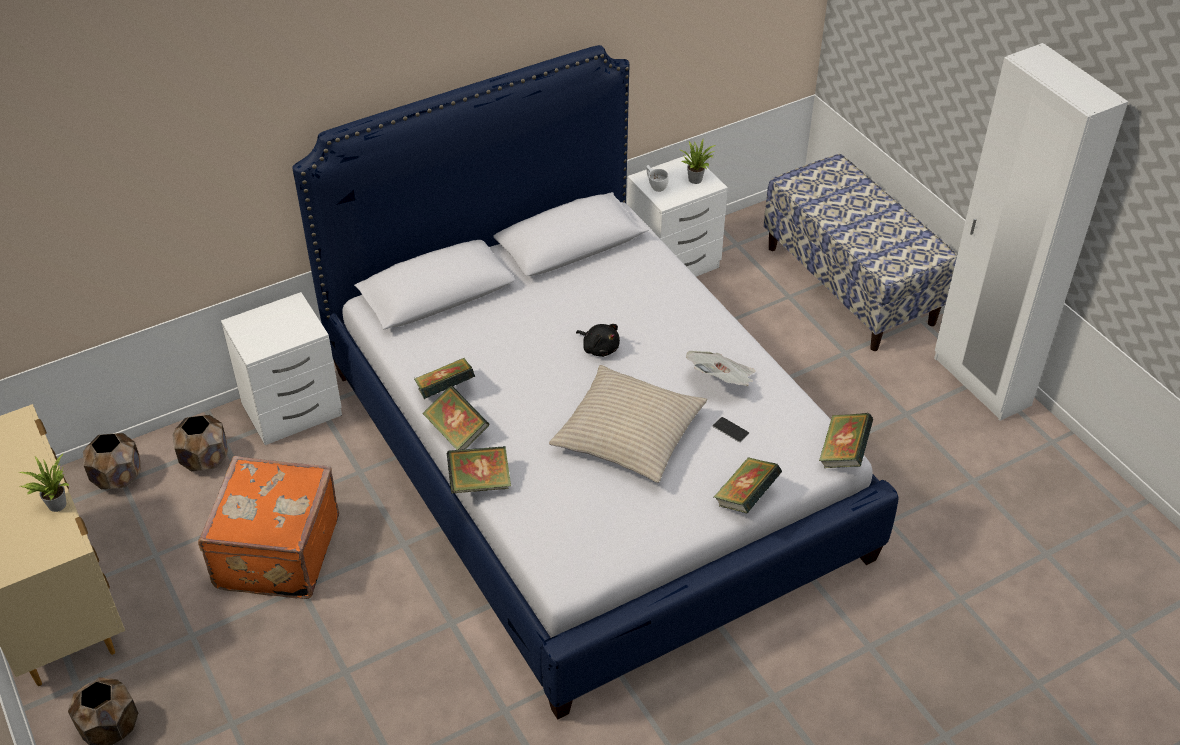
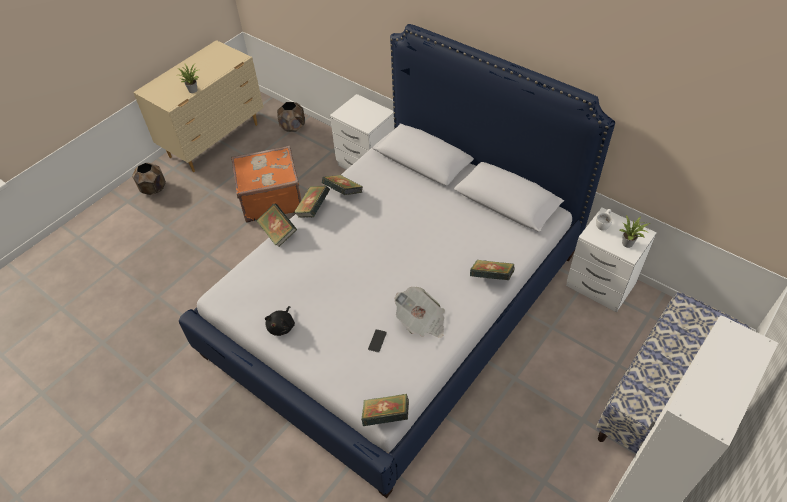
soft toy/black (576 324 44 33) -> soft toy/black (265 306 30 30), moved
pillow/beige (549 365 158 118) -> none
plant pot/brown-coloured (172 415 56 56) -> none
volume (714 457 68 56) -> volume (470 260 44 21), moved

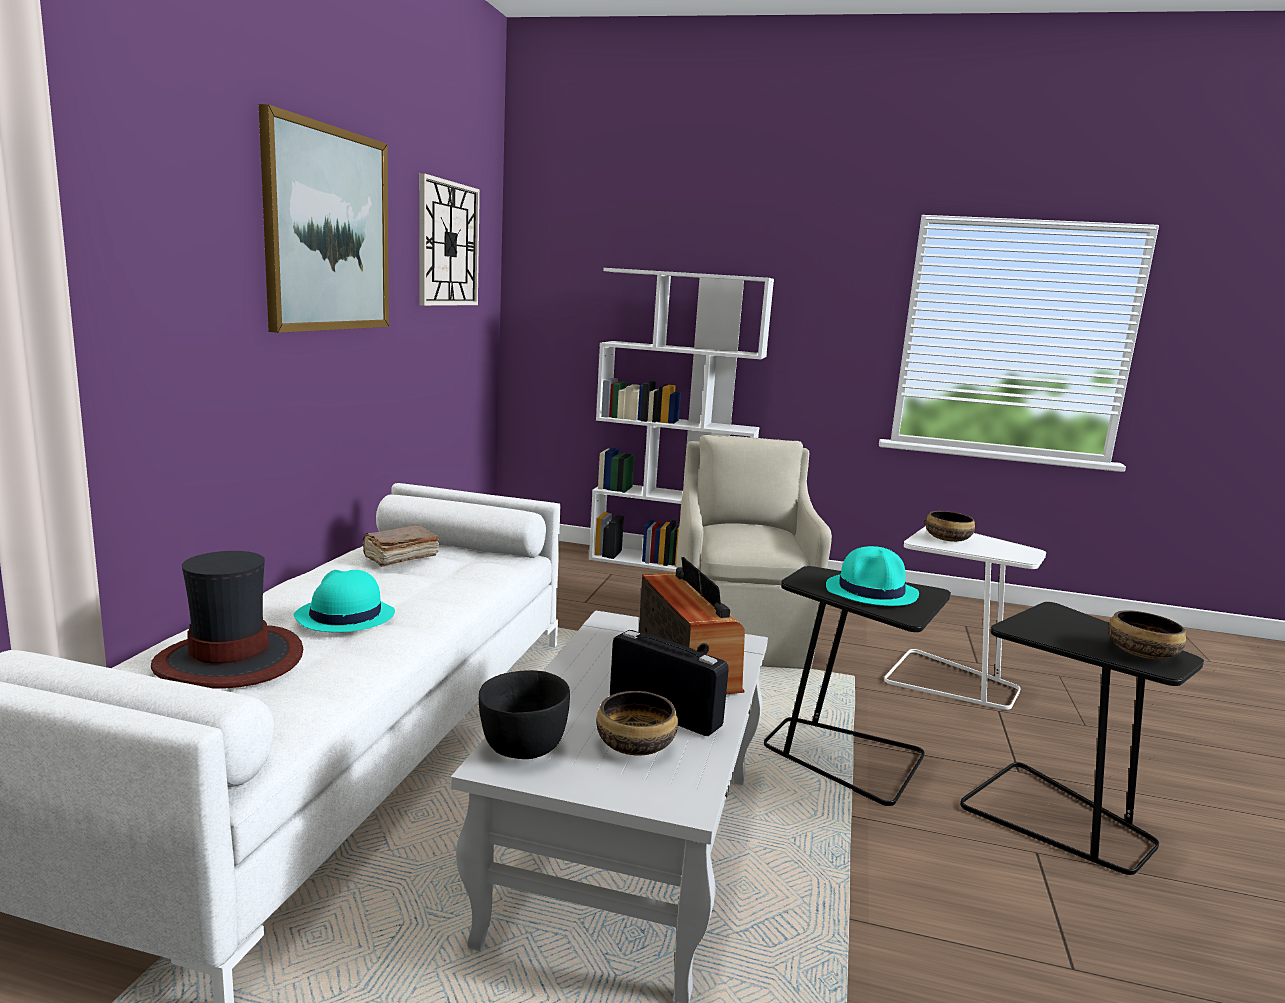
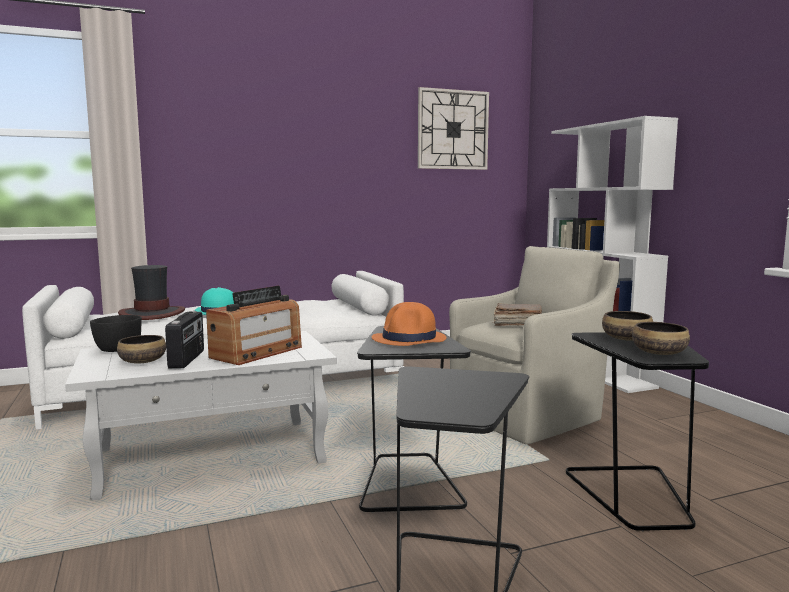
wall art (259 104 130 229) -> none
volume/brown-coloured (362 525 77 42) -> volume/brown-coloured (493 303 49 23), moved
end table/whitish (884 526 162 184) -> end table/black (566 332 143 199)
hat/turquoise-coloured (826 546 93 60) -> hat/orangey (372 302 75 44)
serving bowl (1108 610 78 50) -> serving bowl (632 322 58 33), moved

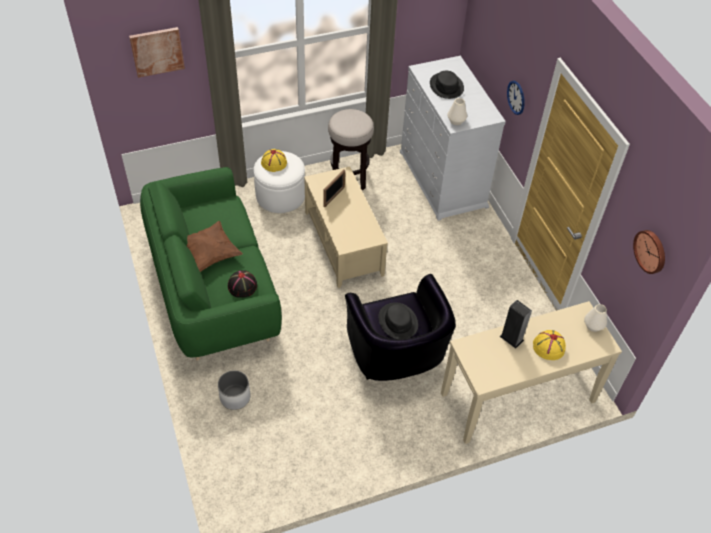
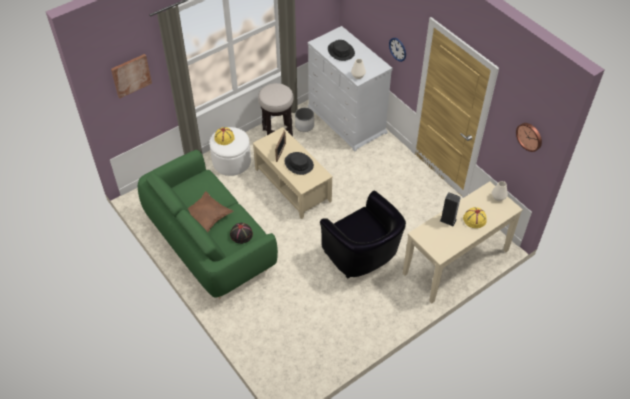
hat/black (378 302 40 37) -> hat/black (285 152 29 23), moved
plant pot/whitish (218 370 32 40) -> plant pot/whitish (295 108 19 24), moved

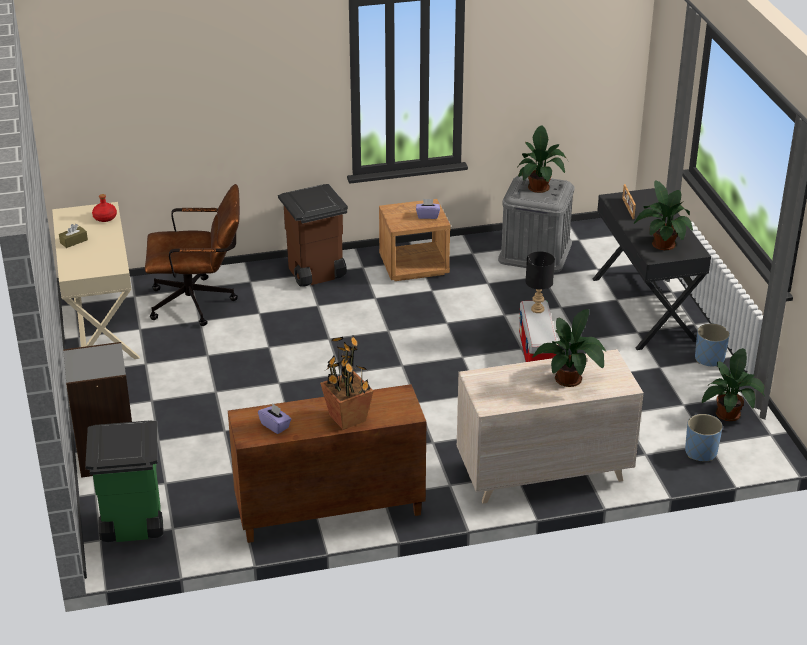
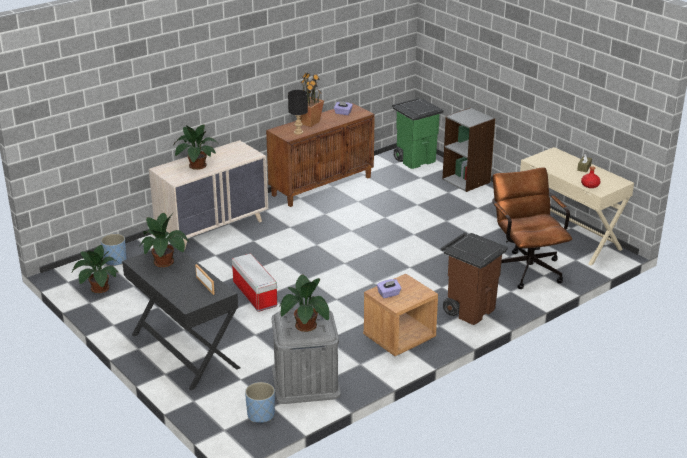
office chair/brown-coloured (145 184 95 142) -> office chair/brown-coloured (492 167 80 122), 105 degrees clockwise
tabletop lamp/black (526 251 29 62) -> tabletop lamp/black (288 90 20 45), moved
plant pot/bluish (695 323 35 44) -> plant pot/bluish (245 382 30 41), moved

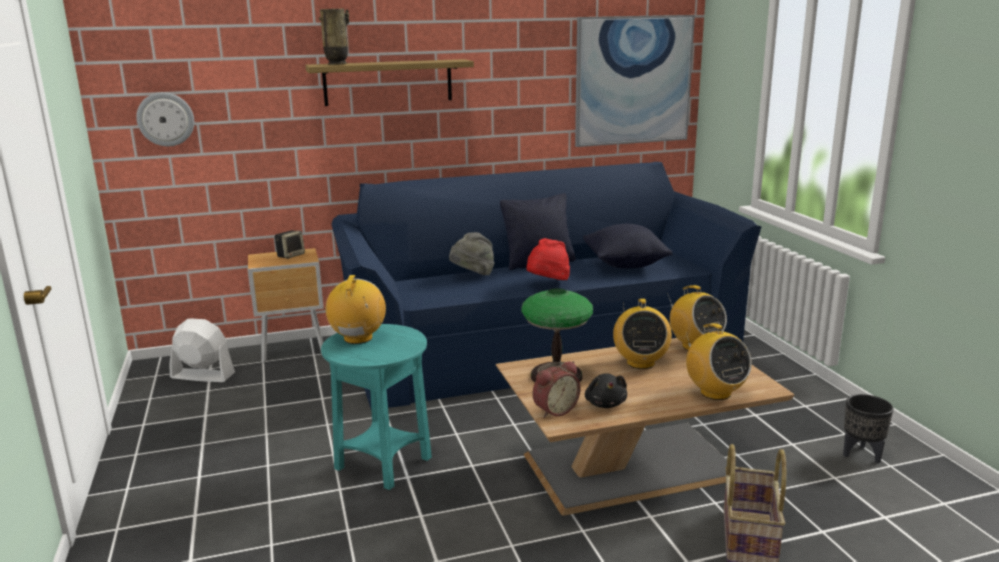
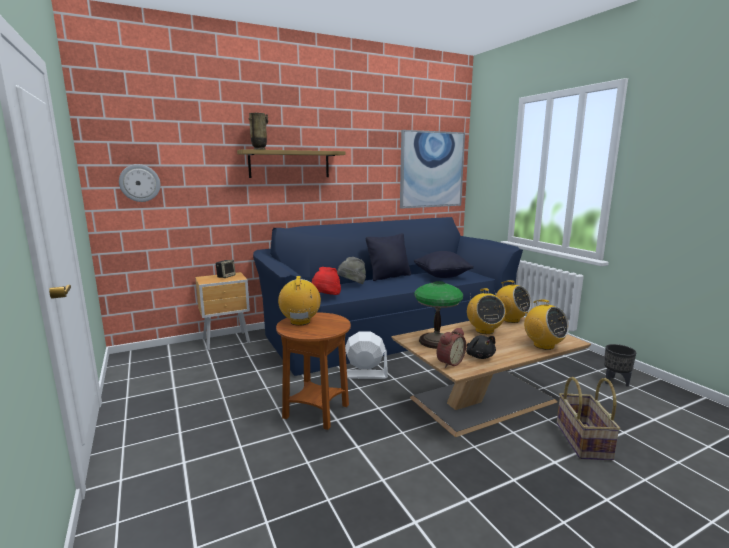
hat/reddish (527 238 43 42) -> hat/reddish (312 267 29 28), moved
cooling fan/whitish (170 319 65 63) -> cooling fan/whitish (345 332 43 47), moved
end table/turquoise-coloured (321 324 111 166) -> end table/brown-coloured (276 312 75 118)

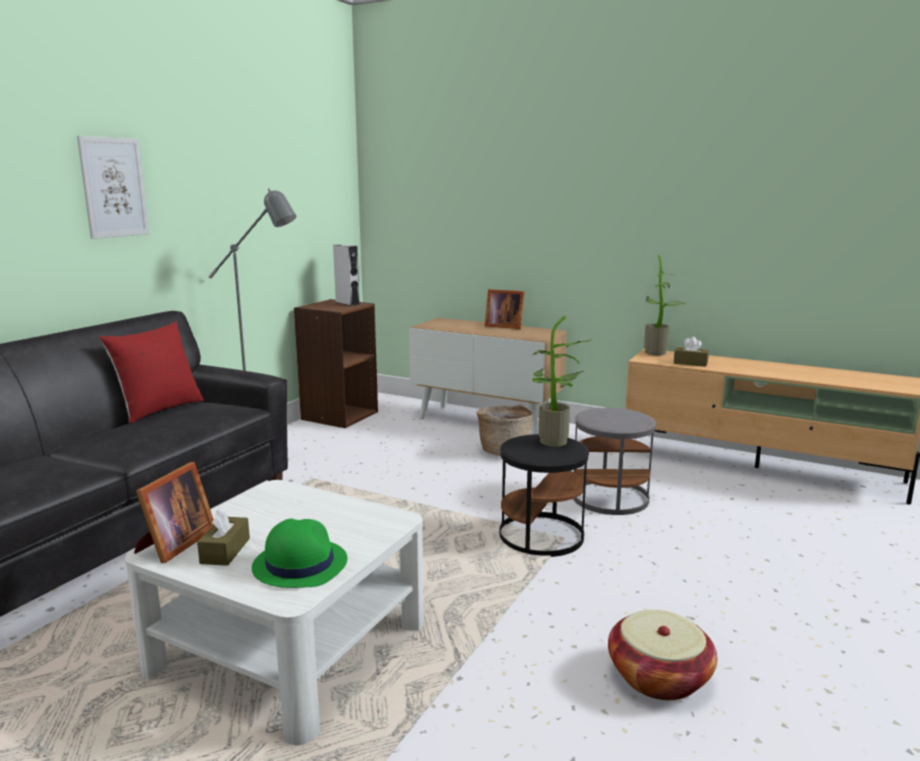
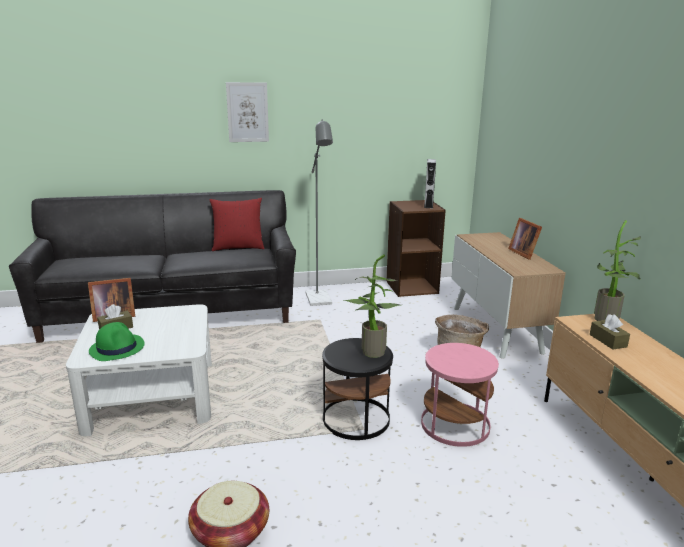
end table/gray (573 408 83 107) -> end table/pink (421 343 78 104)

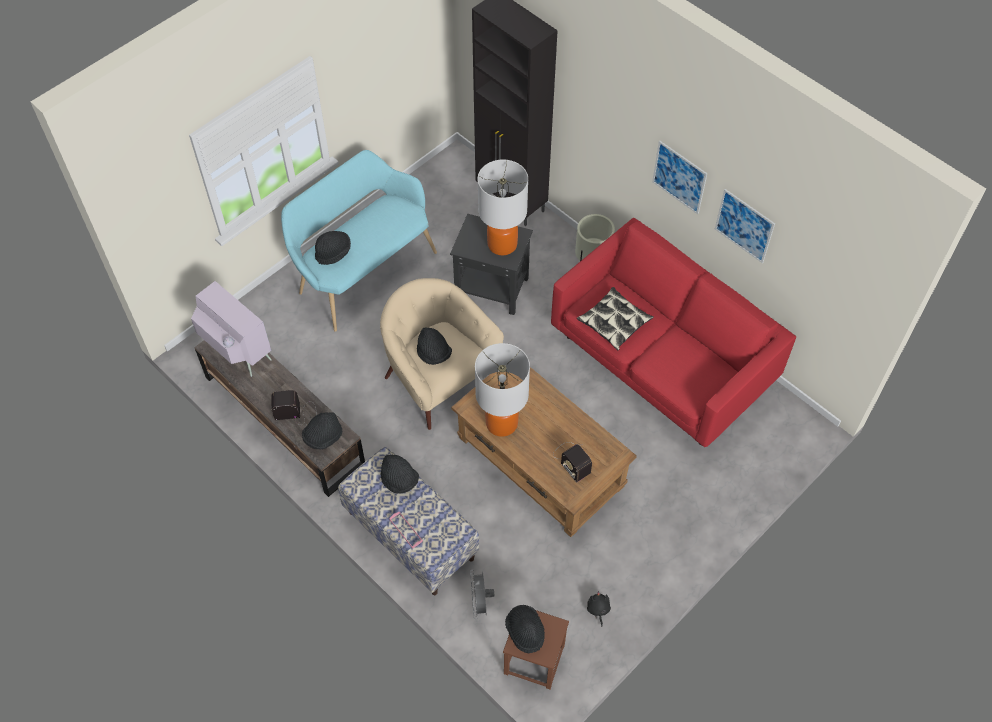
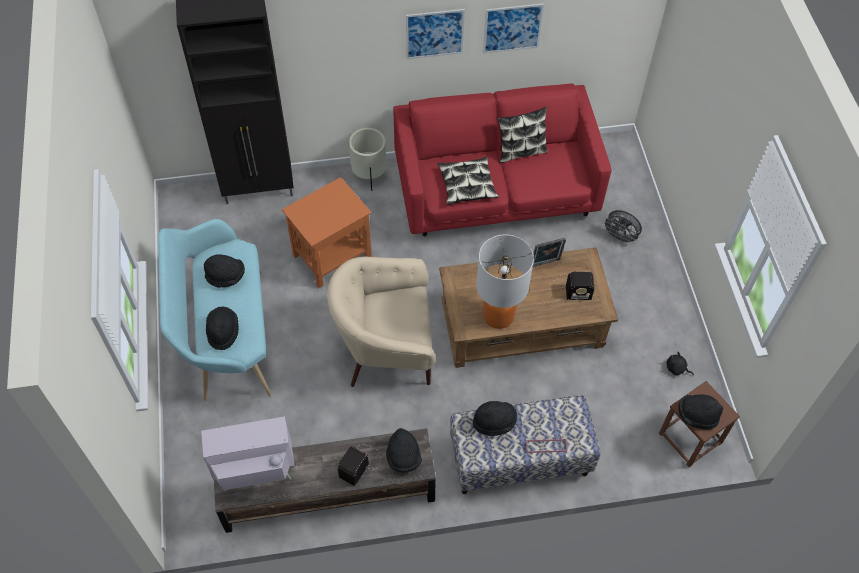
tabletop lamp (478 160 50 95) -> none
end table/black (450 214 83 101) -> end table/orangey (282 177 90 111)
hat/black (417 327 35 38) -> hat/black (204 254 41 34), moved
cooling fan/gray (470 570 24 49) -> cooling fan/gray (602 210 40 35), moved
none -> pillow (498 107 50 56)
none -> picture frame (533 238 33 29)

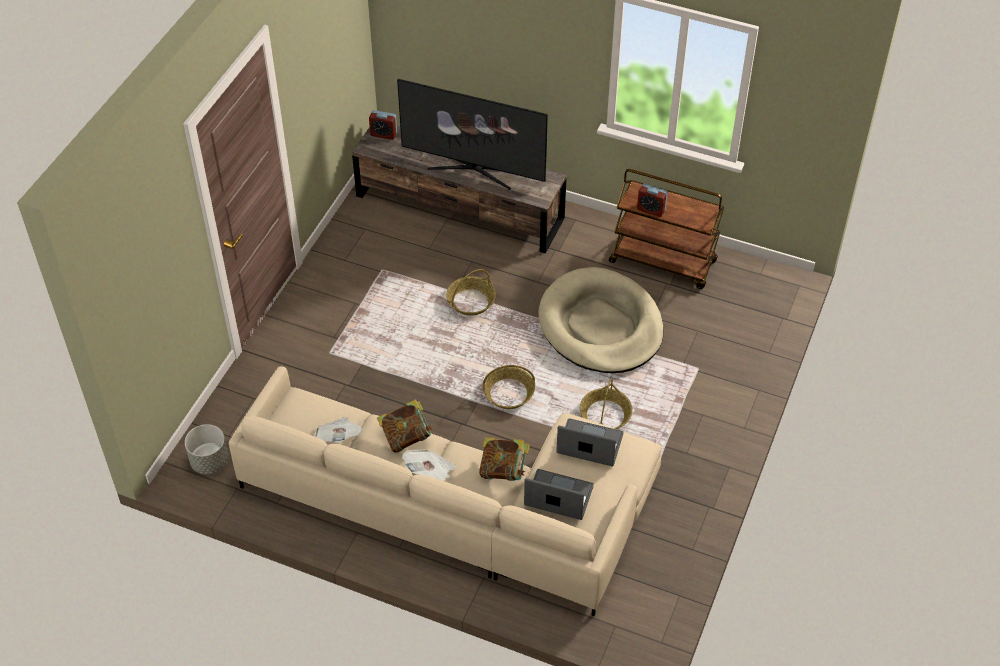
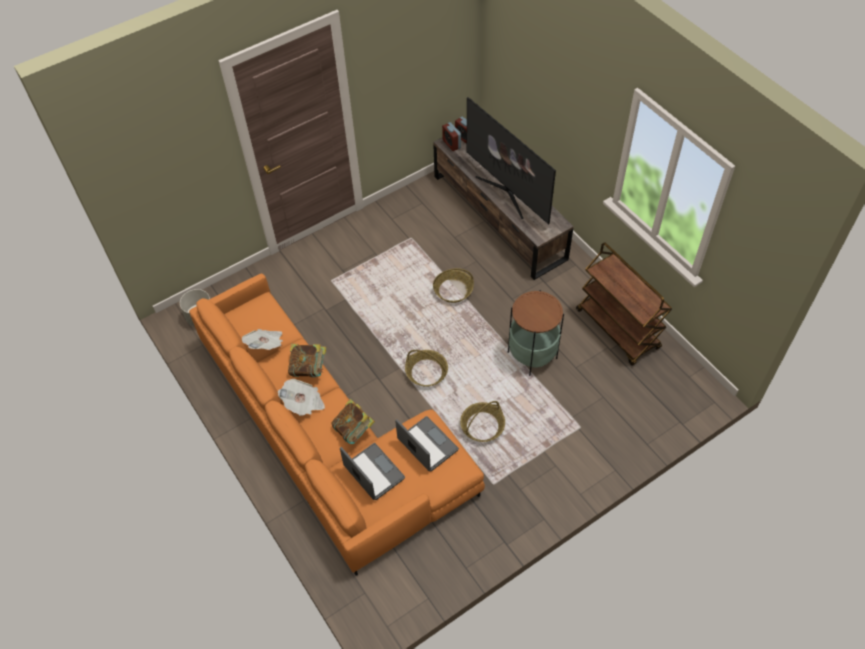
bedside clock (637 184 31 33) -> bedside clock (442 122 19 29), moved
pet bed/beige (538 267 126 106) -> end table (508 290 56 86)
sofa/beige (229 366 432 250) -> sofa/orangey (189 274 296 302)

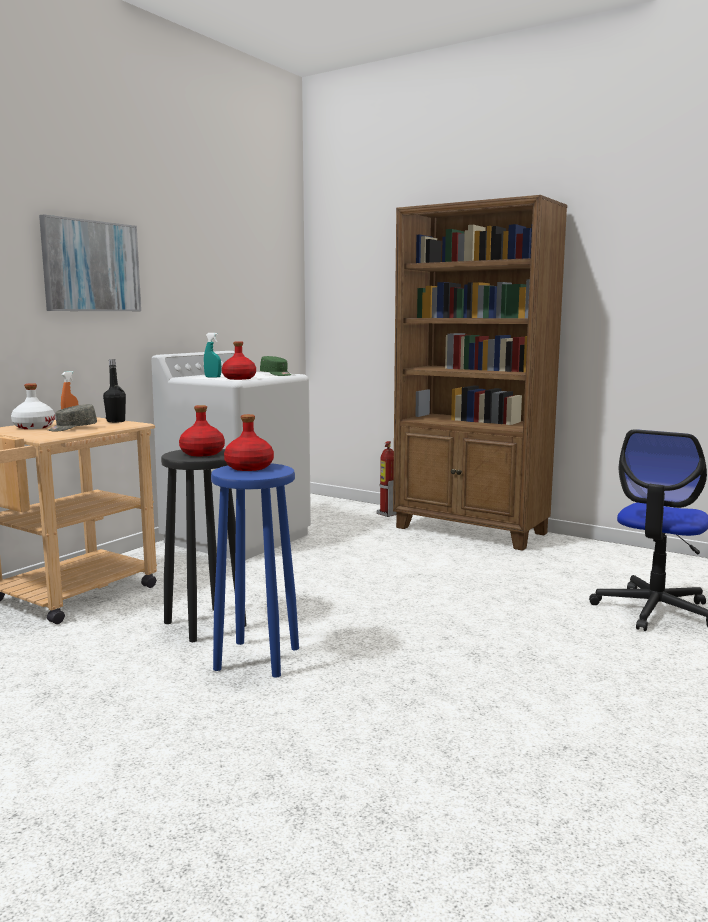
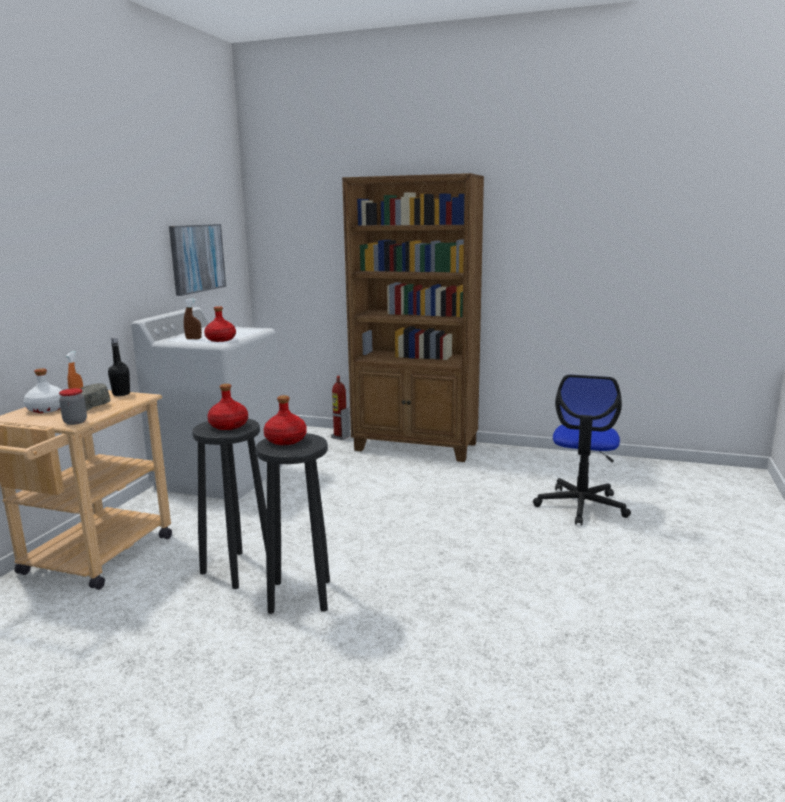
wall art (39 215 102 96) -> wall art (169 224 57 72), moved
sprayer/turquoise-coloured (204 333 17 45) -> sprayer/brown-coloured (184 299 18 40)
cap/greenish (260 356 31 20) -> none
stool/bluish (211 463 88 215) -> stool/black (256 433 74 181)
none -> storage jar (59 388 28 37)

